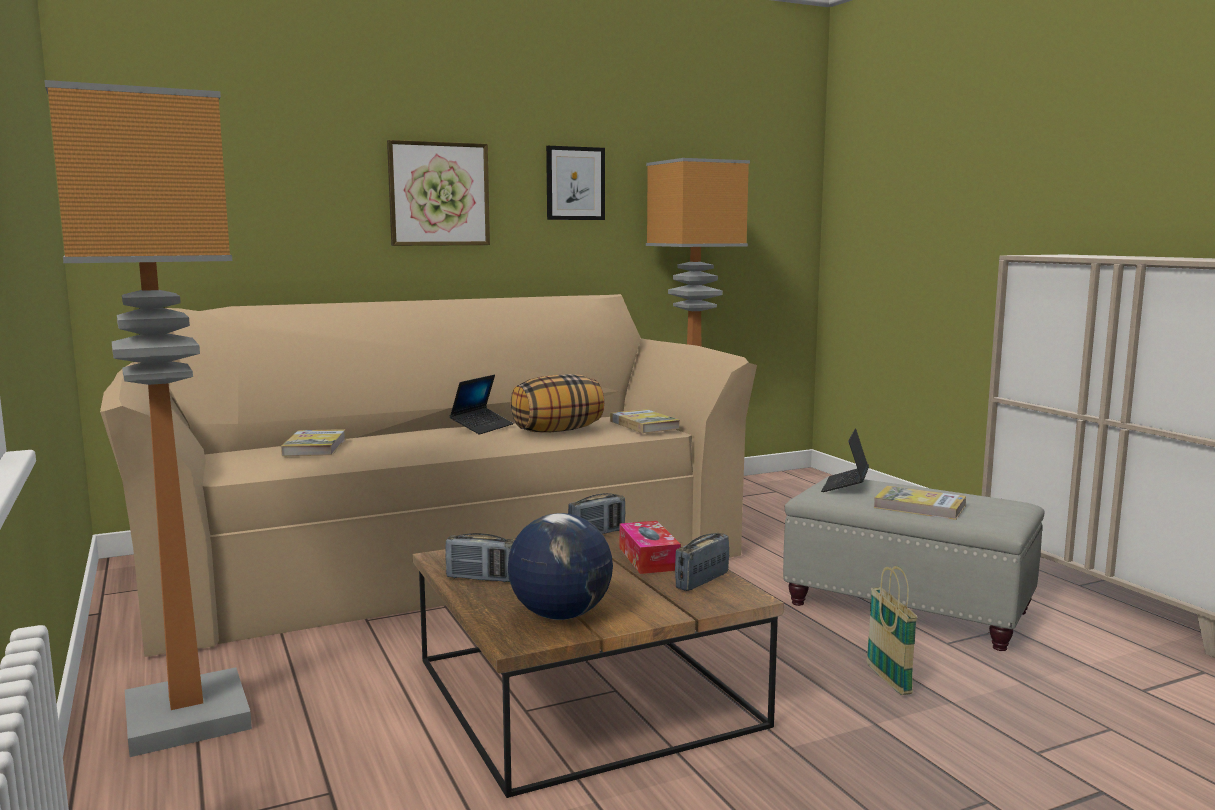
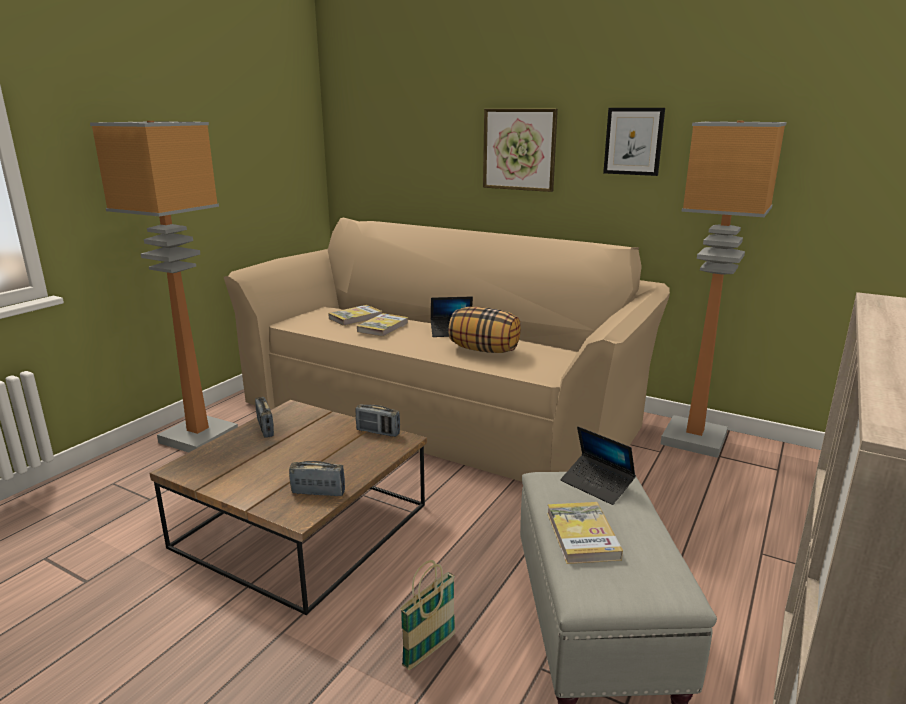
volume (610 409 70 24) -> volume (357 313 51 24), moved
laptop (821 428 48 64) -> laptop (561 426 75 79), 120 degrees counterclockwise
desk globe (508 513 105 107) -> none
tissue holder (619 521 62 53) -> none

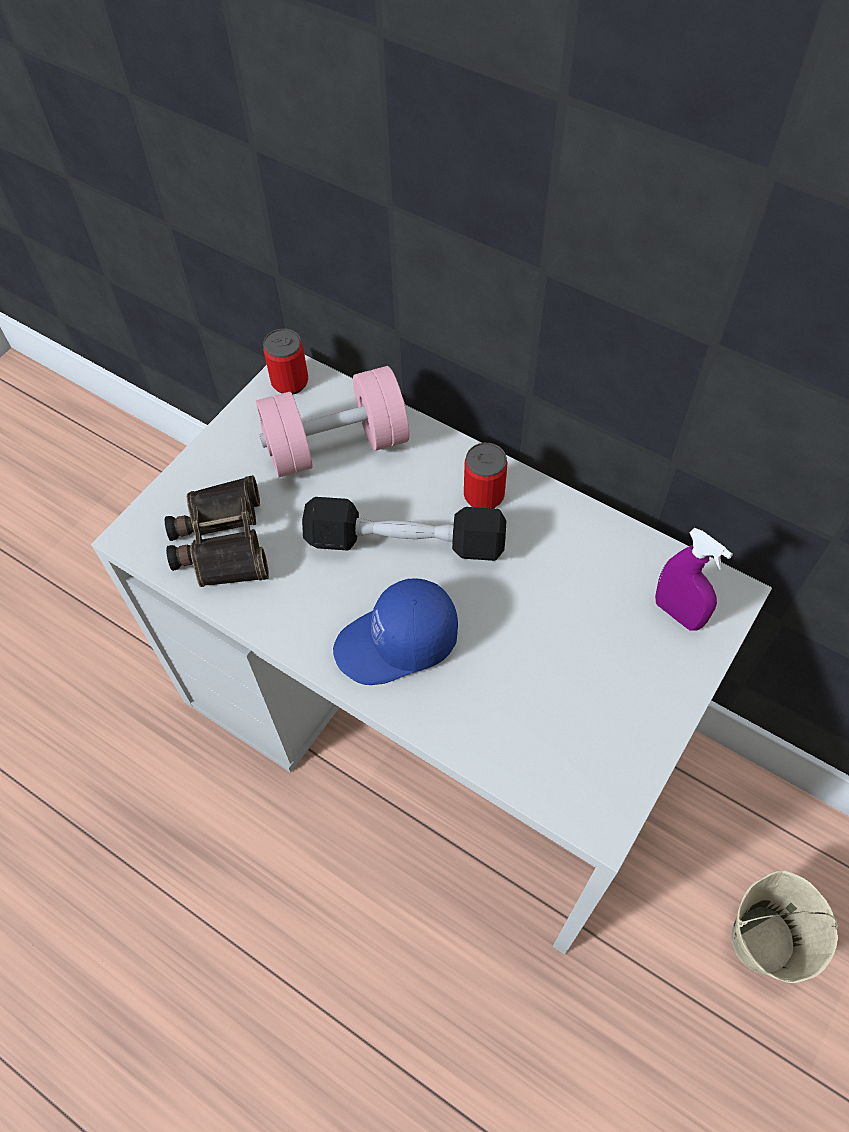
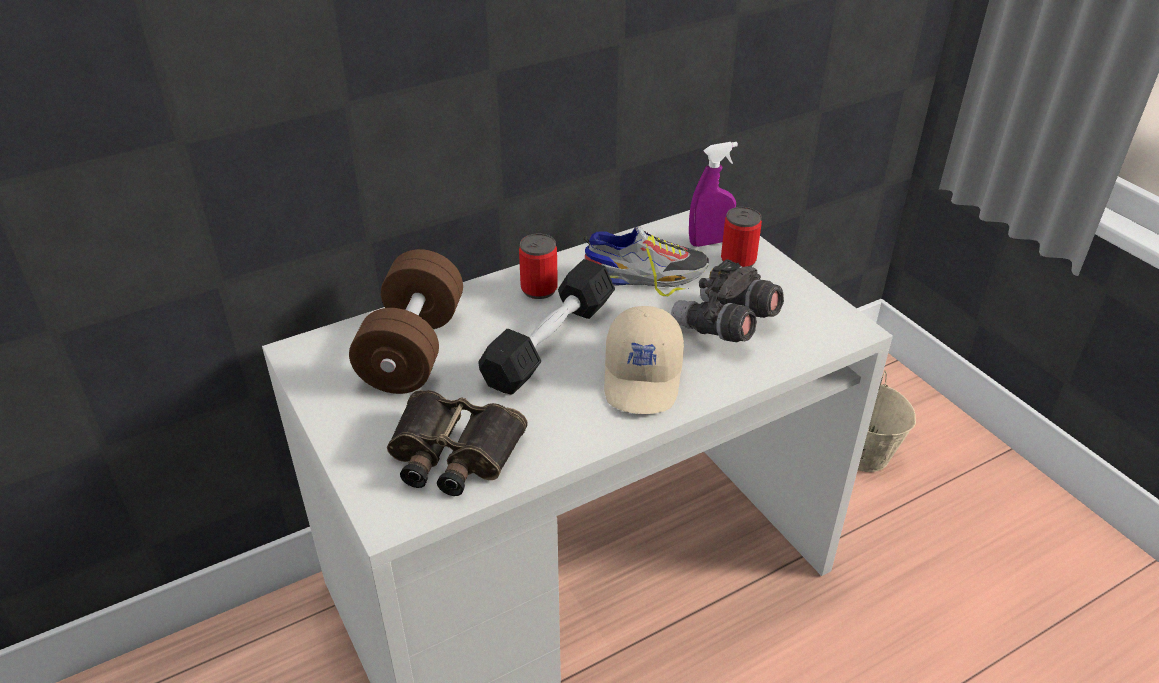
can (263 329 45 66) -> can (721 207 41 60), moved
hand weight/pink (256 366 154 111) -> hand weight/brown-coloured (349 249 114 145)
cap/bluish (333 578 125 107) -> cap/beige (604 306 80 108)
none -> low shoe (583 226 126 70)
none -> binoculars/gray (671 259 113 83)

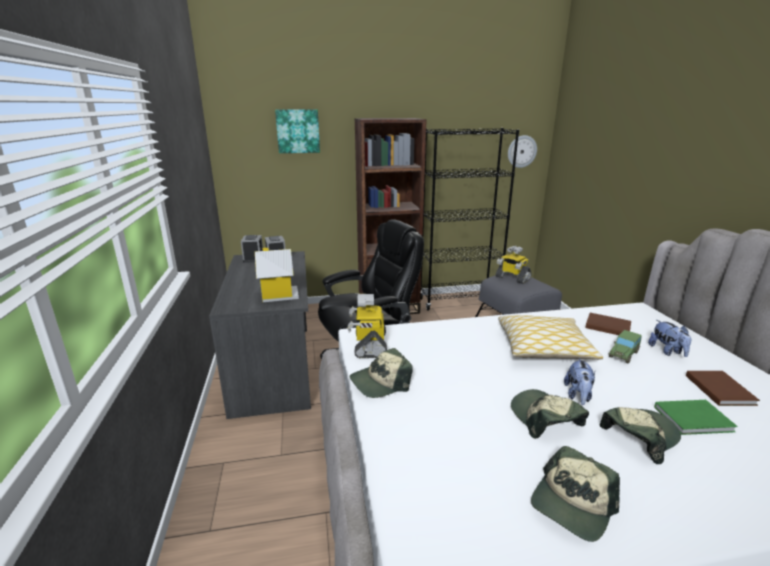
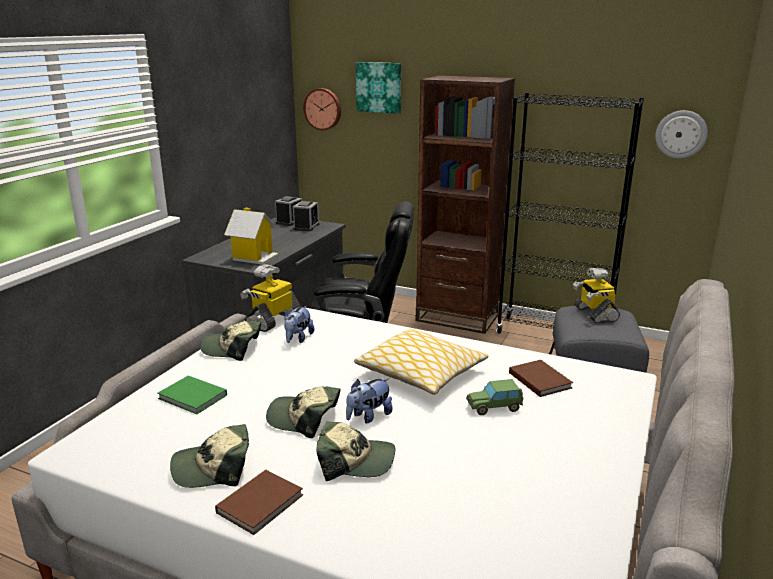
soft toy (648 320 43 37) -> soft toy (284 306 30 37), moved
volume/brown-coloured (686 371 74 35) -> volume/brown-coloured (215 470 88 65), moved
cap (511 389 78 50) -> cap (266 386 74 52), 90 degrees counterclockwise
volume/greenish (654 400 84 35) -> volume/greenish (157 376 70 38), moved
none -> clock on the wall (303 88 38 42)

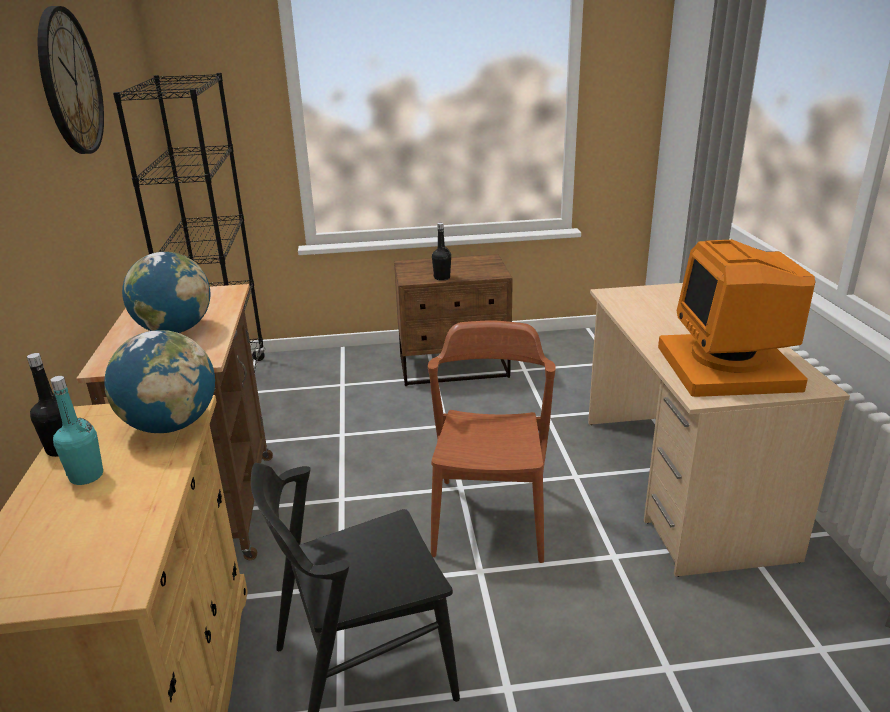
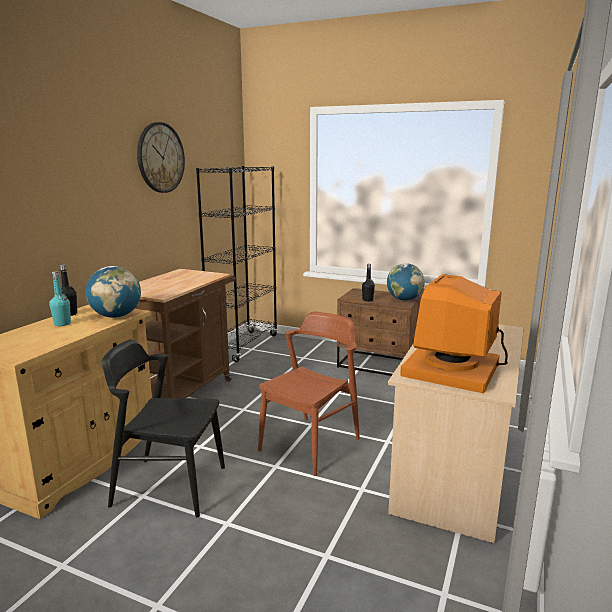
desk globe (122 252 88 81) -> desk globe (387 263 38 38), moved

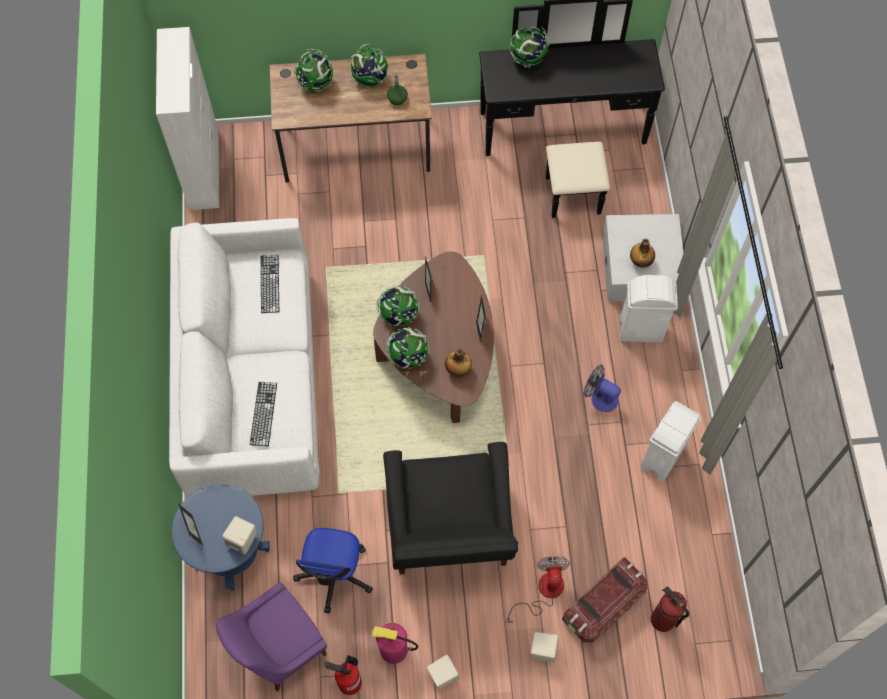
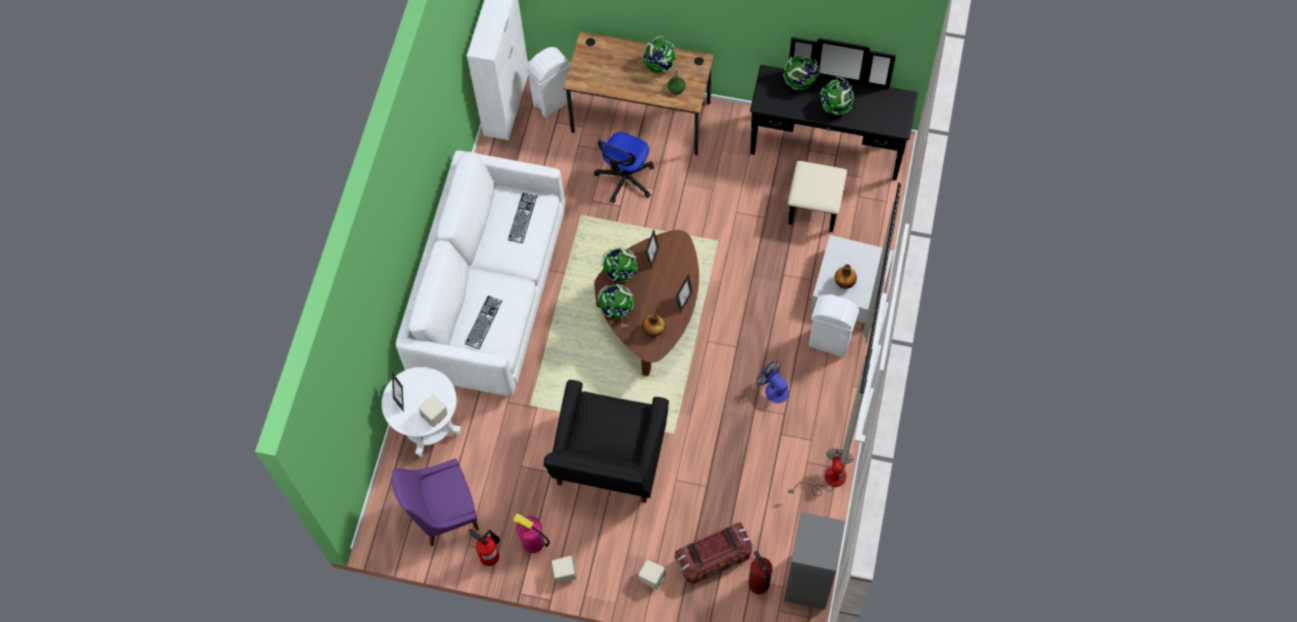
desk globe (294 49 39 43) -> desk globe (820 77 34 38), moved
trash can/whitish (640 401 61 80) -> trash can/whitish (526 47 47 71), moved
end table/bluish (172 484 98 107) -> end table/whitish (382 367 79 91)
office chair (293 528 80 85) -> office chair (594 132 60 71), moved
cooling fan (506 556 64 67) -> cooling fan (788 448 66 48), moved
none -> shelving unit/gray (784 512 61 98)

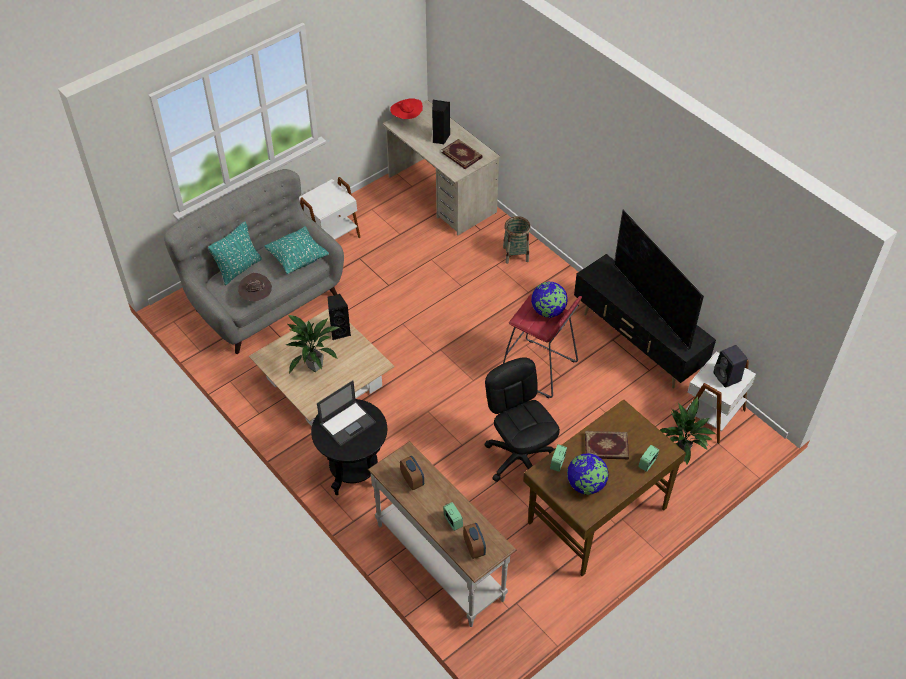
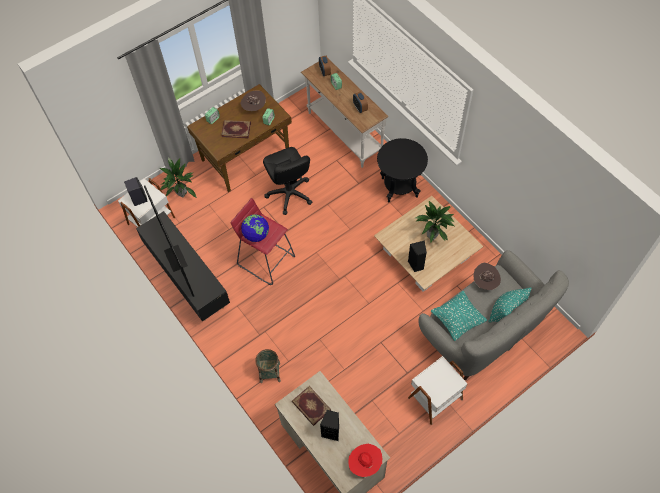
laptop (317 380 59 66) -> none
desk globe (567 453 42 42) -> hat/brown-coloured (240 90 26 21)

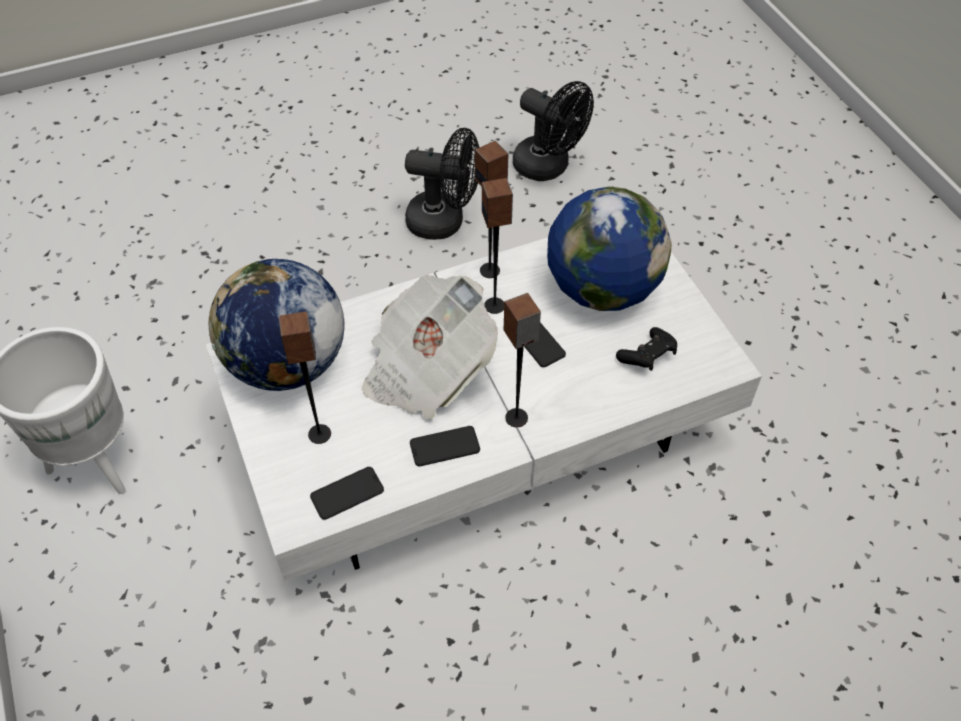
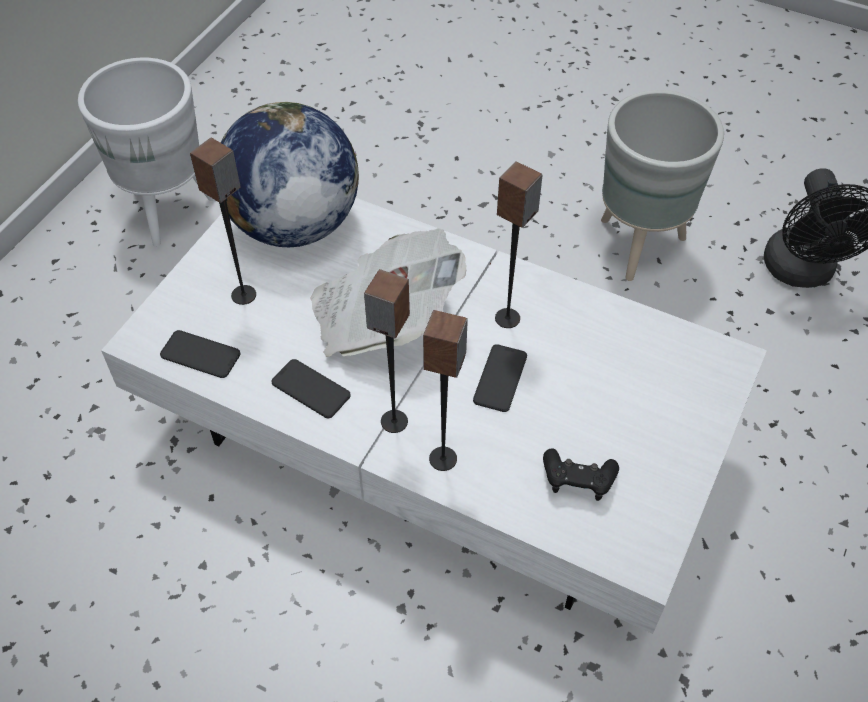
cooling fan/black (405 128 75 112) -> plant pot/gray (601 90 123 191)
loudspeaker (475 141 34 137) -> loudspeaker (423 310 45 161), moved
desk globe (547 187 125 124) -> none

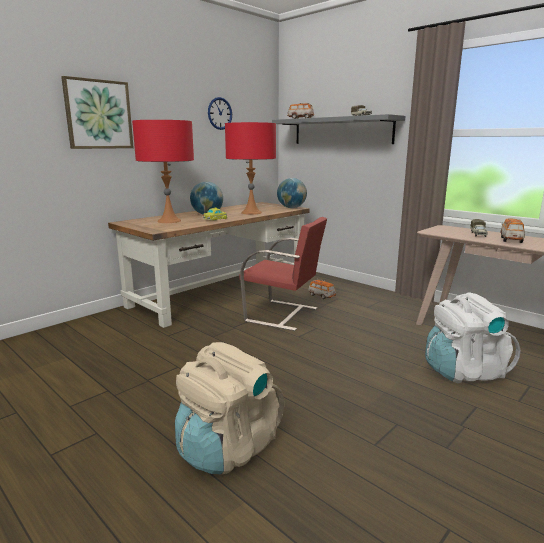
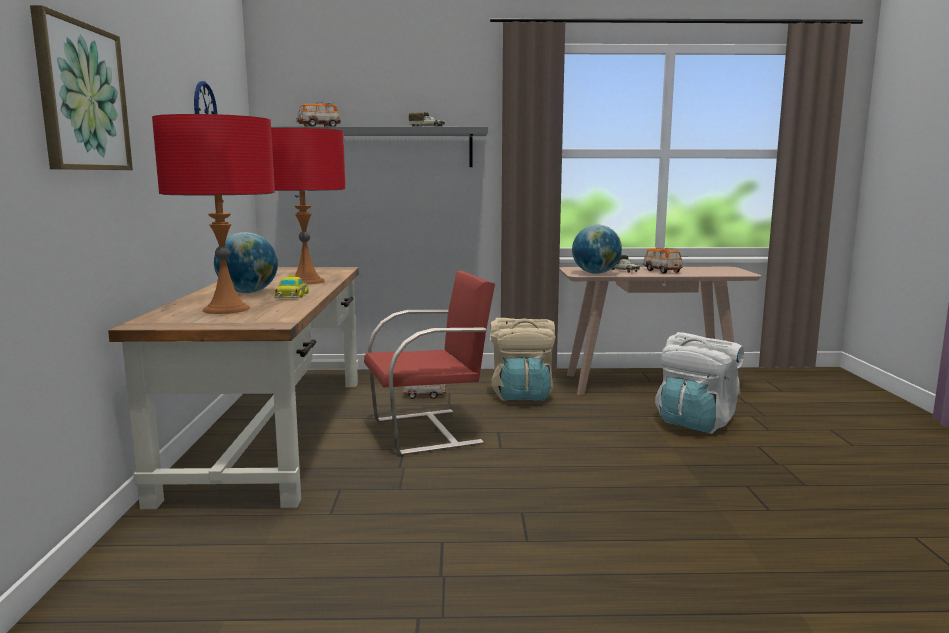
desk globe (277 178 30 30) -> desk globe (572 224 50 50), moved
rucksack/beige (175 342 109 133) -> rucksack/beige (490 318 65 83), moved

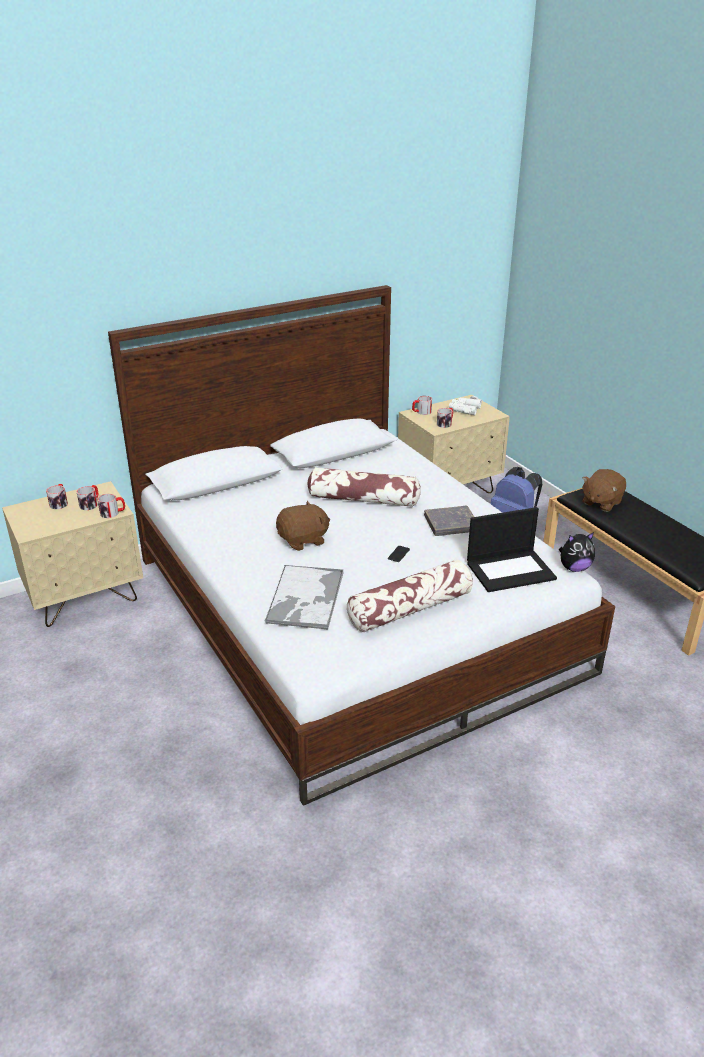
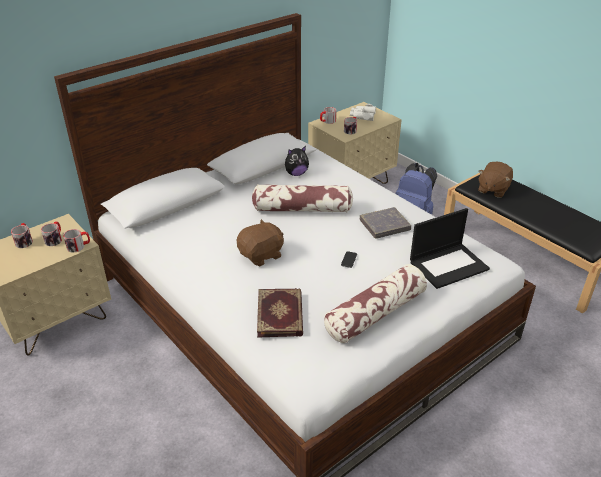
soft toy (559 532 36 40) -> soft toy (285 146 24 30), moved
serving tray (264 565 80 64) -> volume (257 288 46 50)

